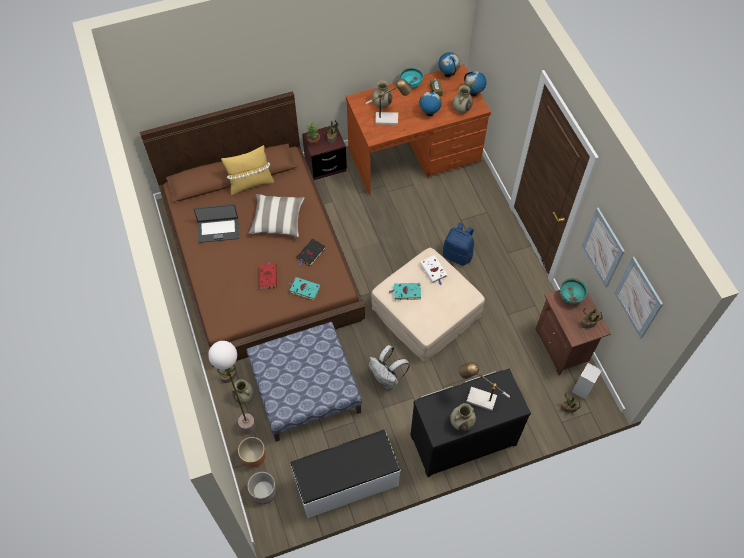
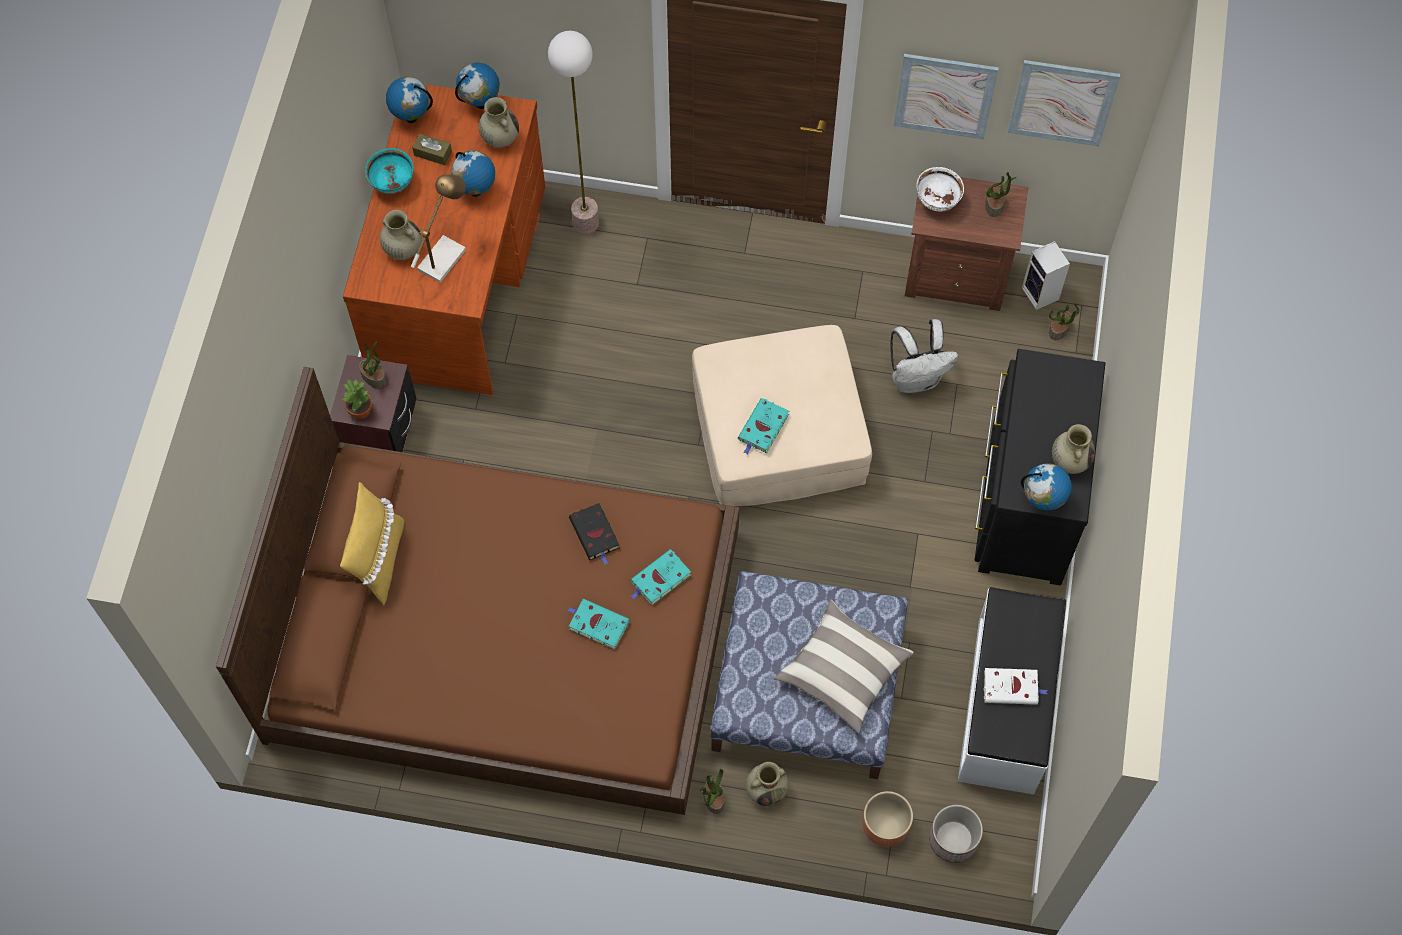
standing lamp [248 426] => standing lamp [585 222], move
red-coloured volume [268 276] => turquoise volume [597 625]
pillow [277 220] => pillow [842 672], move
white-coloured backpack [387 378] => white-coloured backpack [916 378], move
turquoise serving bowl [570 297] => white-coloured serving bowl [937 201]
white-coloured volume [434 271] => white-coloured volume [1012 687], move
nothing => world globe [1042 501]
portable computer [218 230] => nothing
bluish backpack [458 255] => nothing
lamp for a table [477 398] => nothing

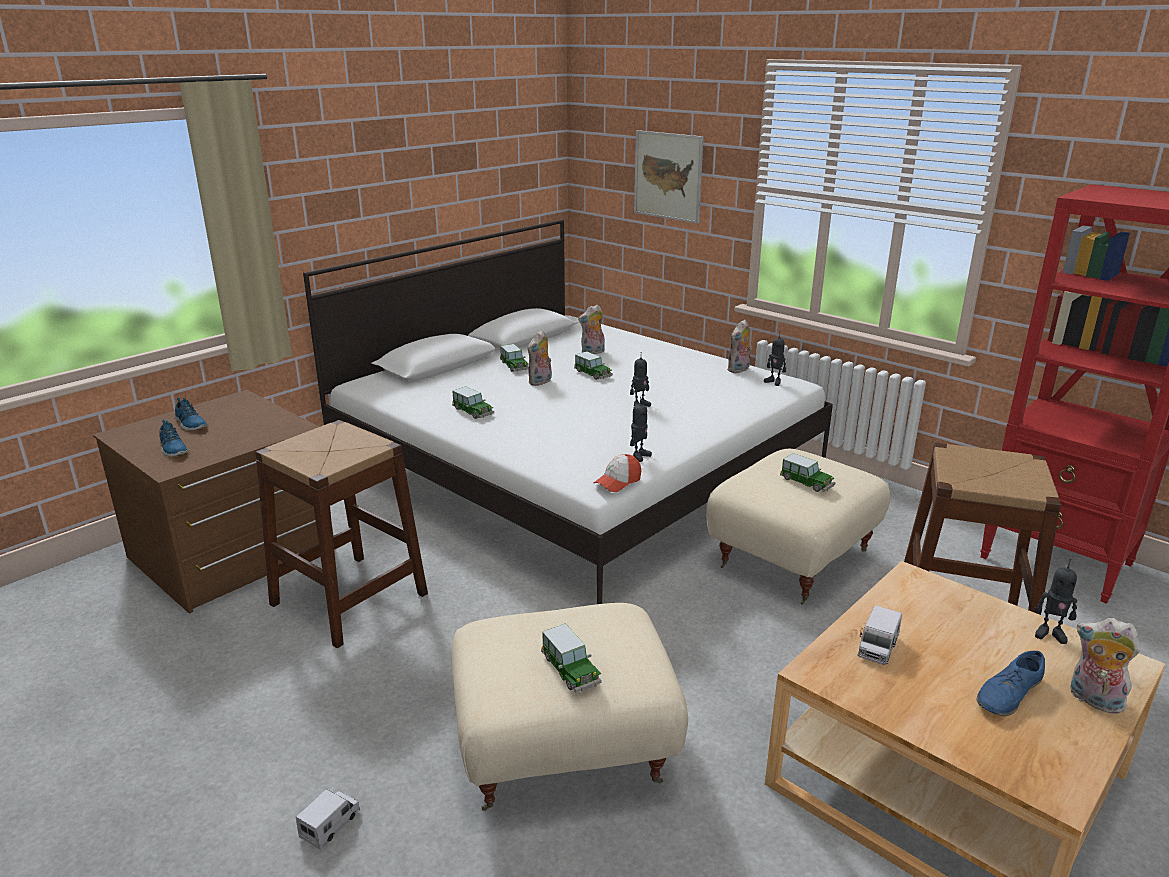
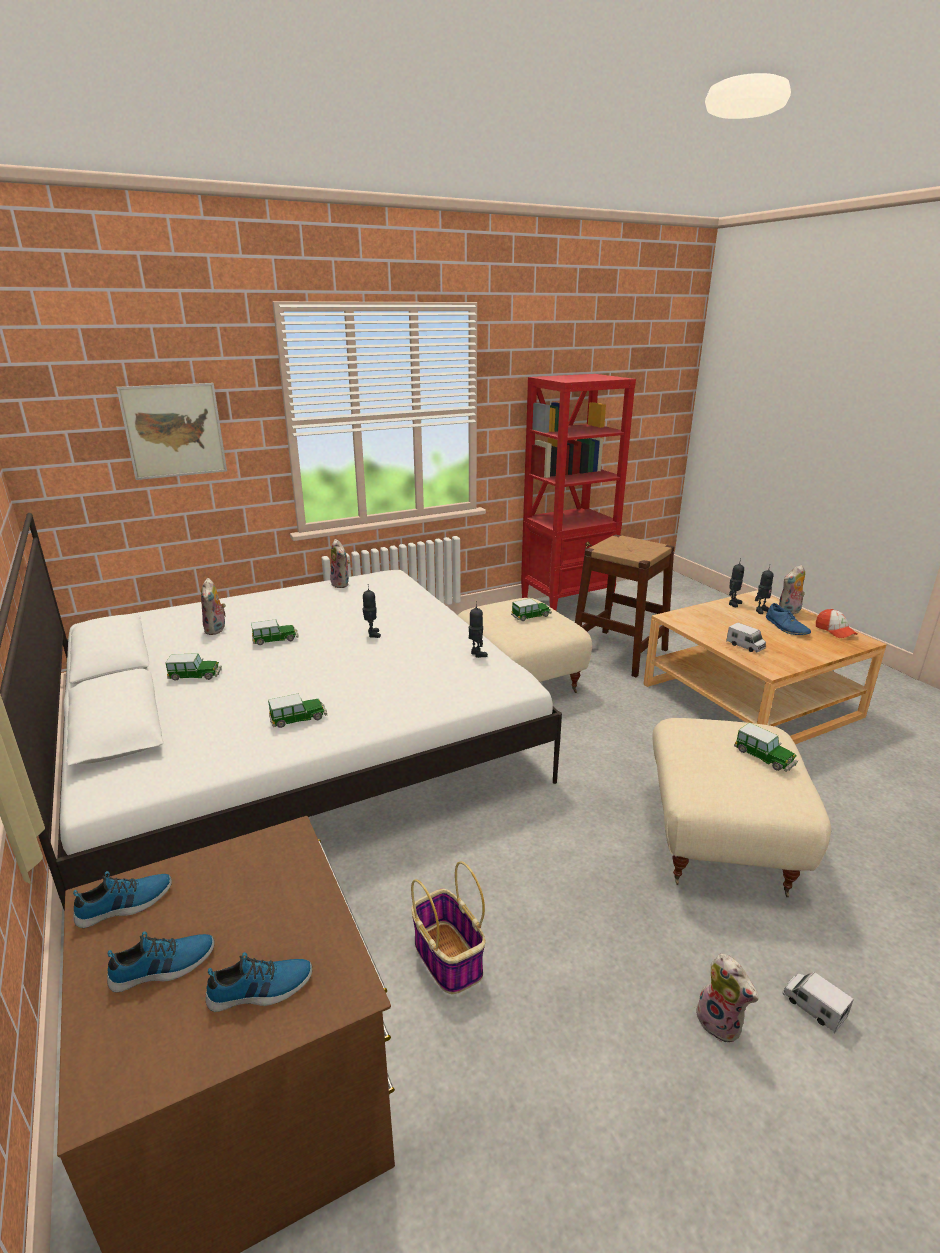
nothing => low shoe [125 905]
brownish stool [349 598] => storage basket [447 957]
plush toy [540 382] => plush toy [721 1023], move
model car [570 670] => model car [764 757], 60 degrees clockwise
model robot [774 382] => model robot [761 610], move
baseball cap [617 482] => baseball cap [834 631], move

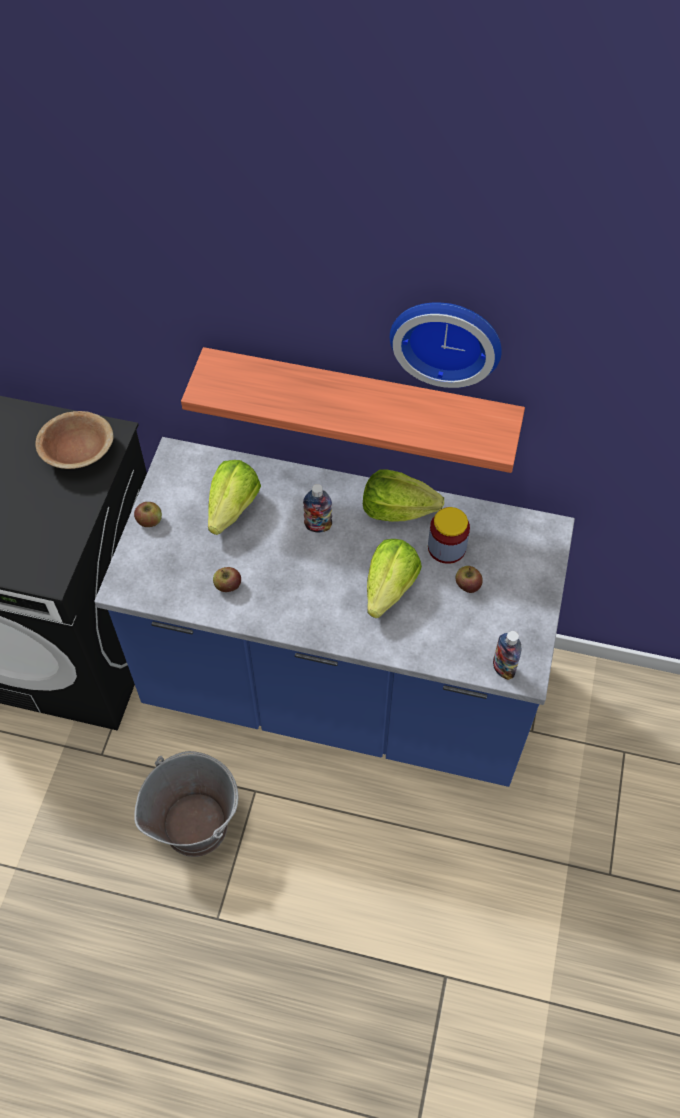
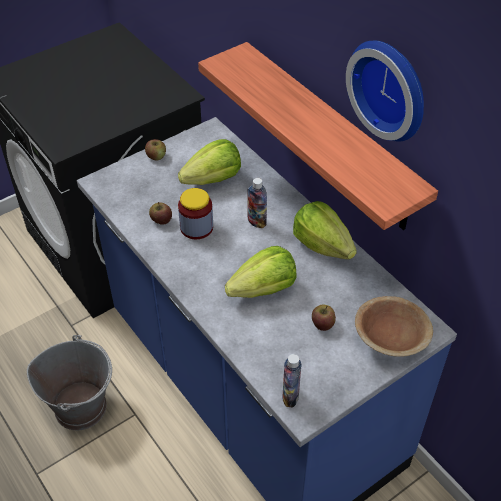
preserve jar [446 547] => preserve jar [196 227], move
brownish serving bowl [78 452] => brownish serving bowl [390 338], move

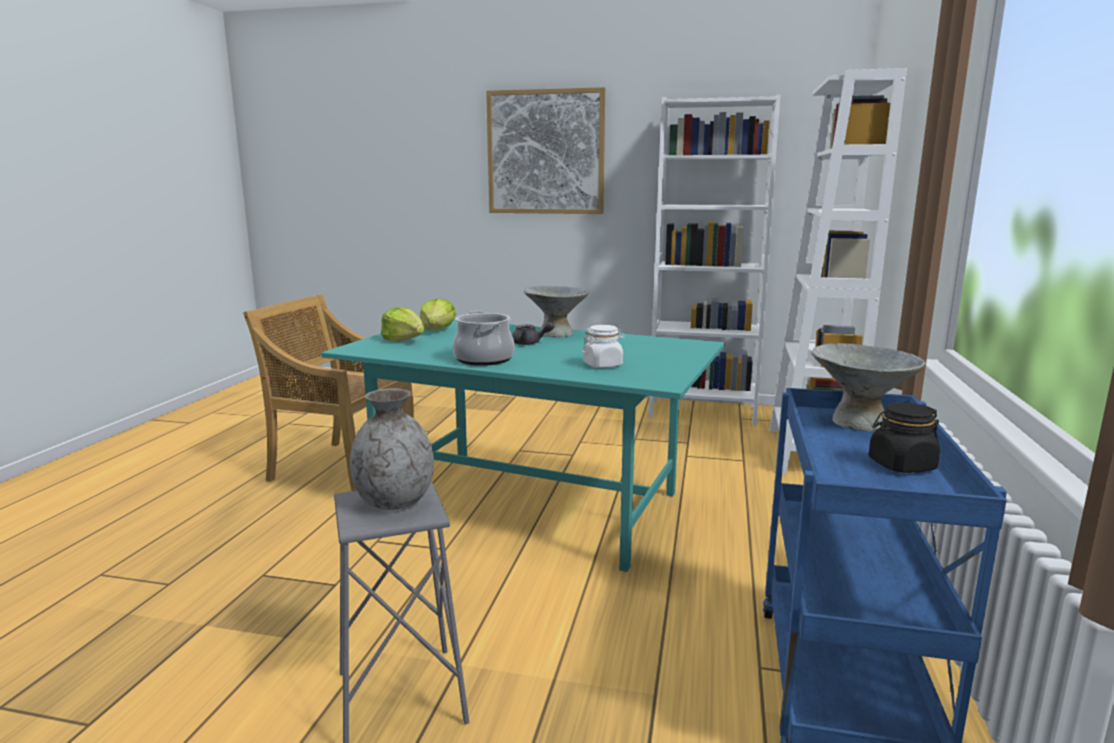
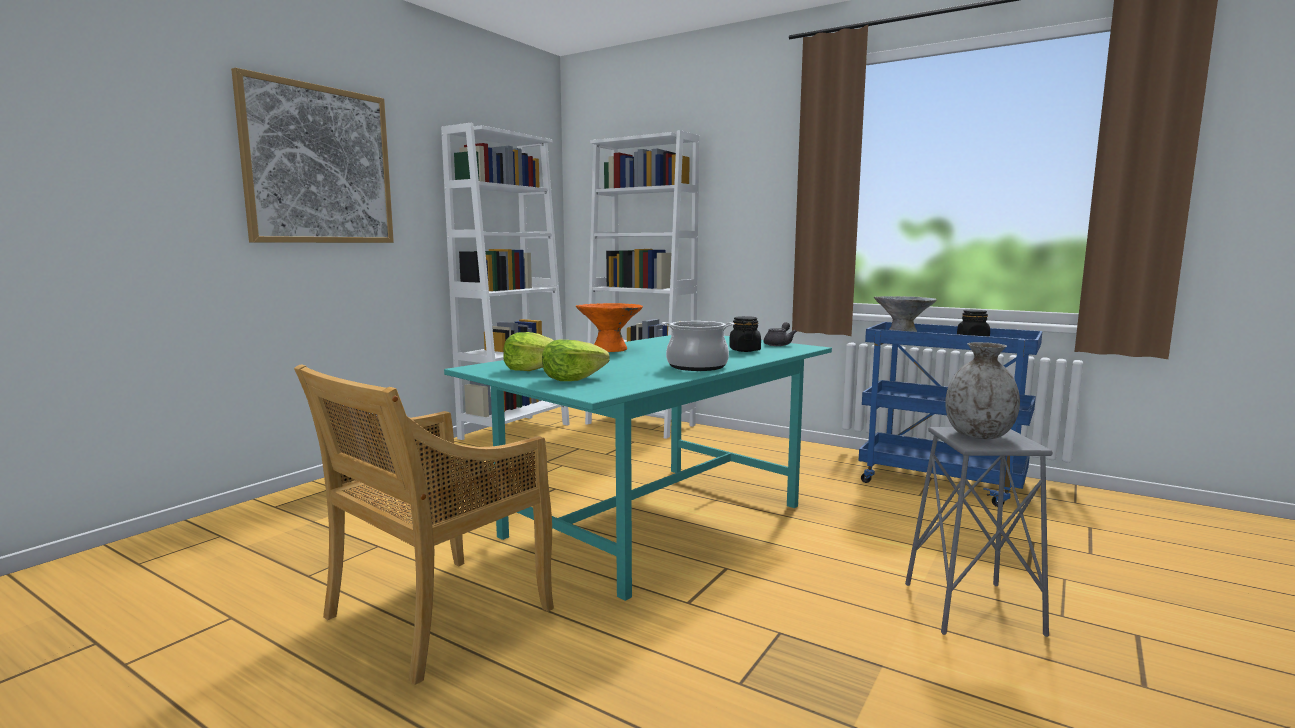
grey serving bowl [556 333] => orange serving bowl [609 349]
white-coloured preserve jar [603 365] => black-coloured preserve jar [744 350]
grey pot for tea [530 343] => grey pot for tea [779 344], move

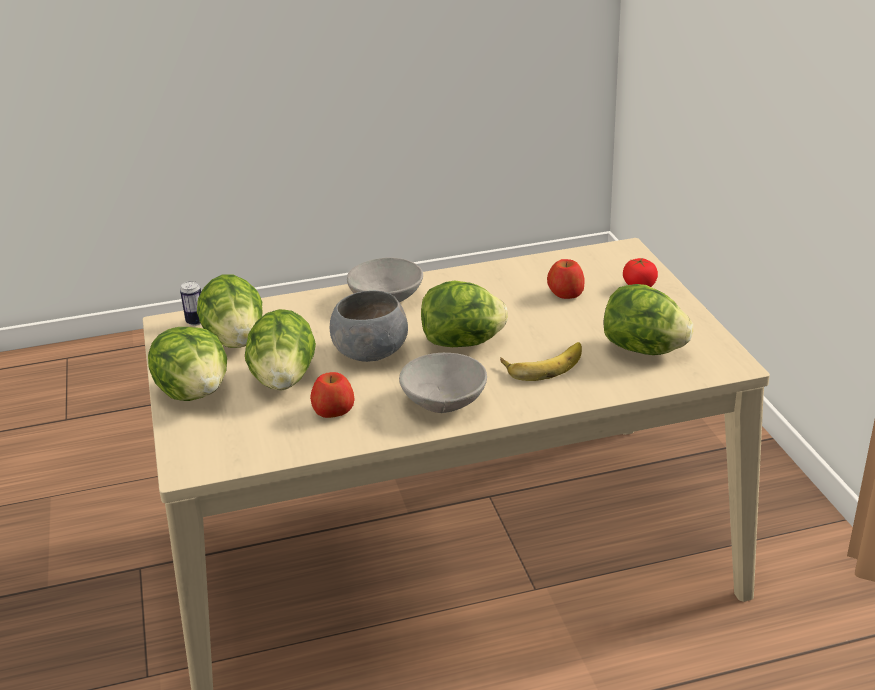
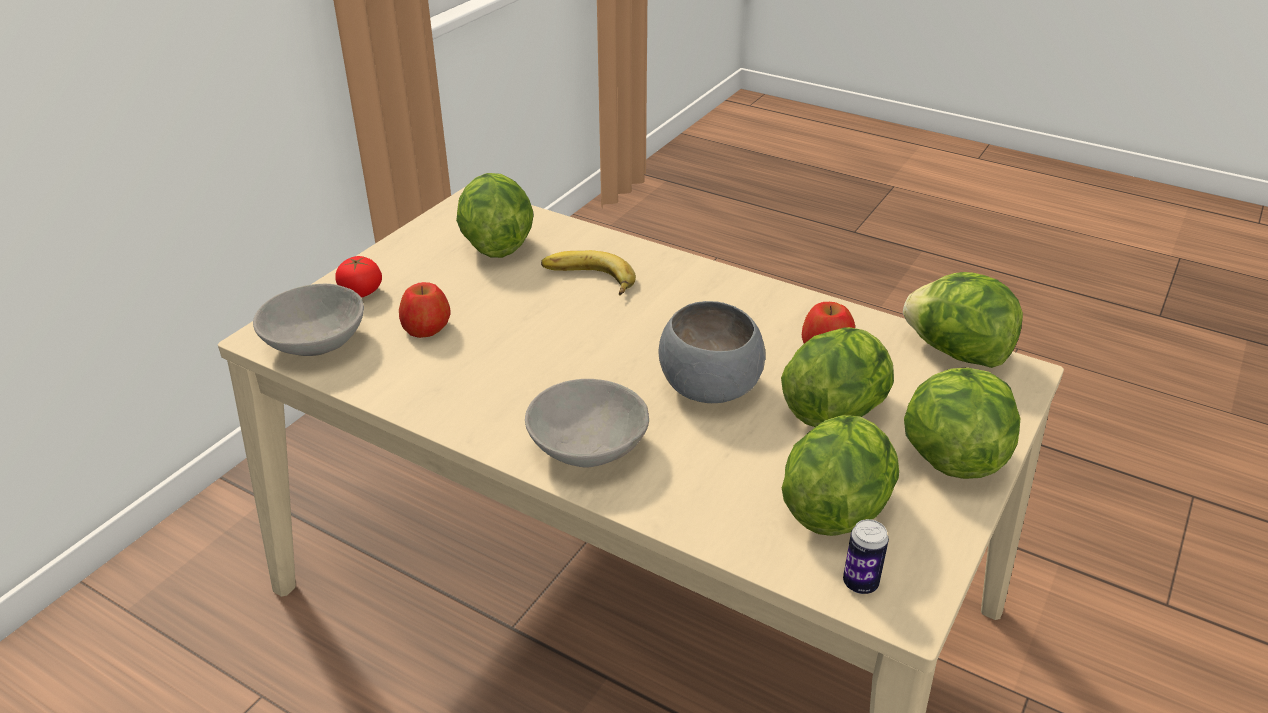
grey serving bowl [443 402] => grey serving bowl [316 343], move
lettuce [463 343] => lettuce [956 353], move

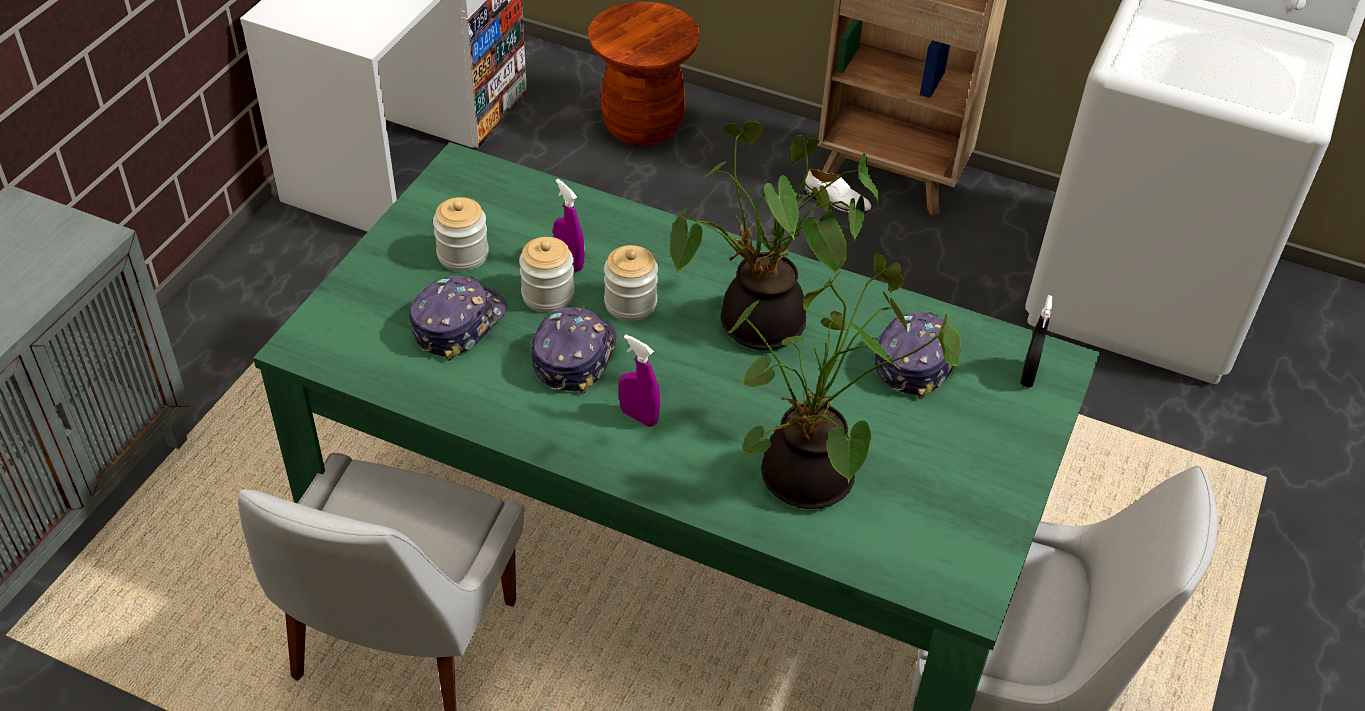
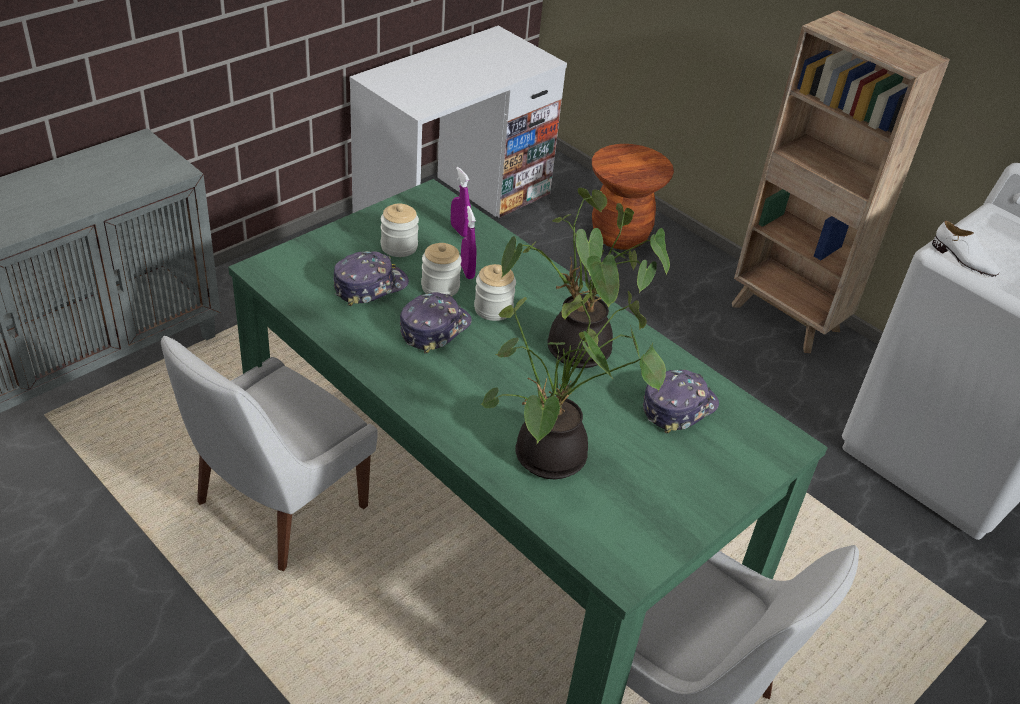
purplish sprayer [638 417] => purplish sprayer [459 230], move
white-coloured low shoe [836 202] => white-coloured low shoe [963 260], move
black-coloured sprayer [1028 375] => nothing

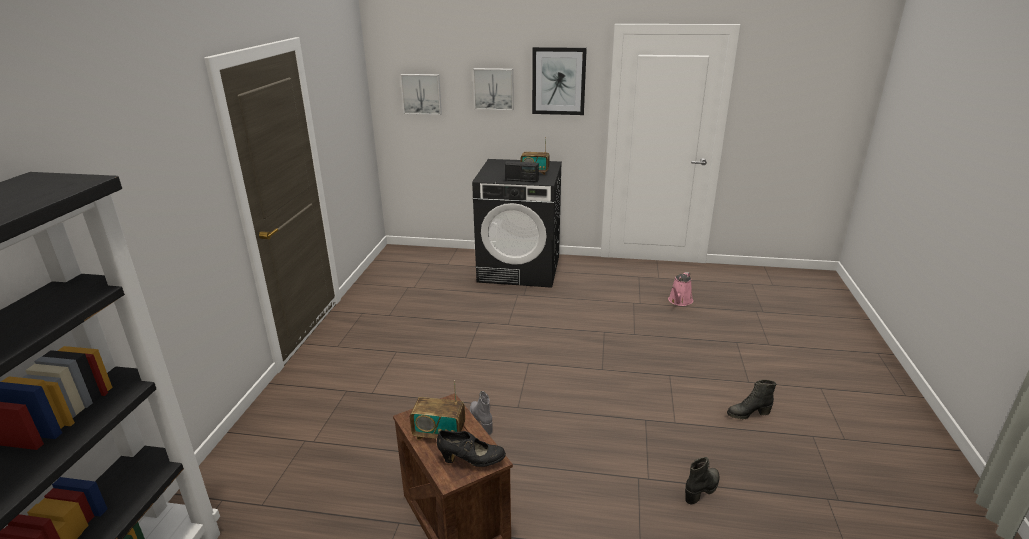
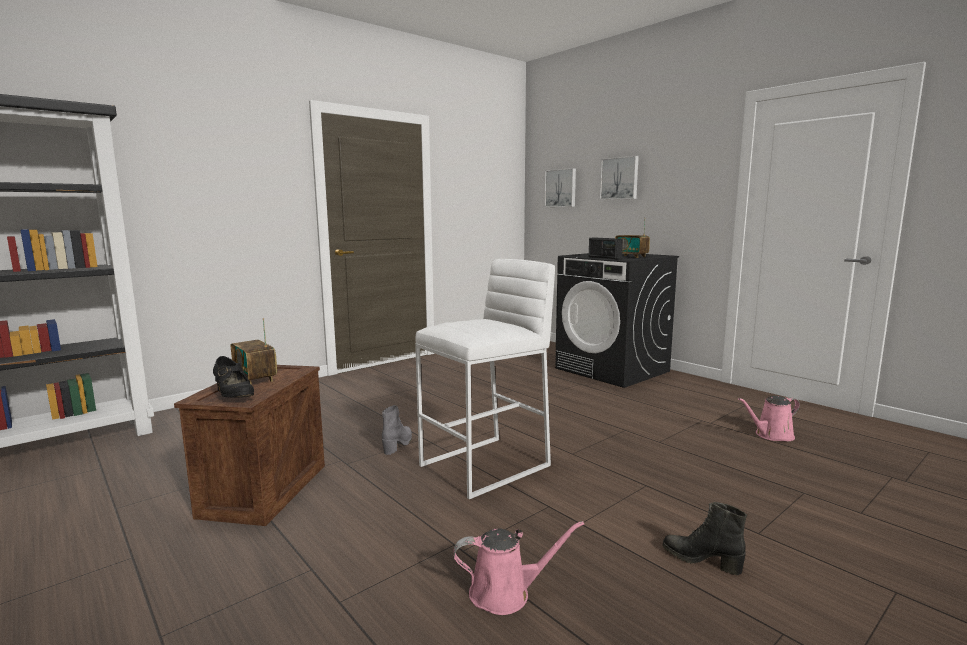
nothing => white-coloured stool [486 466]
black-coloured boot [702 490] => pink-coloured sprinkling can [506 593]
wall art [558 81] => nothing

